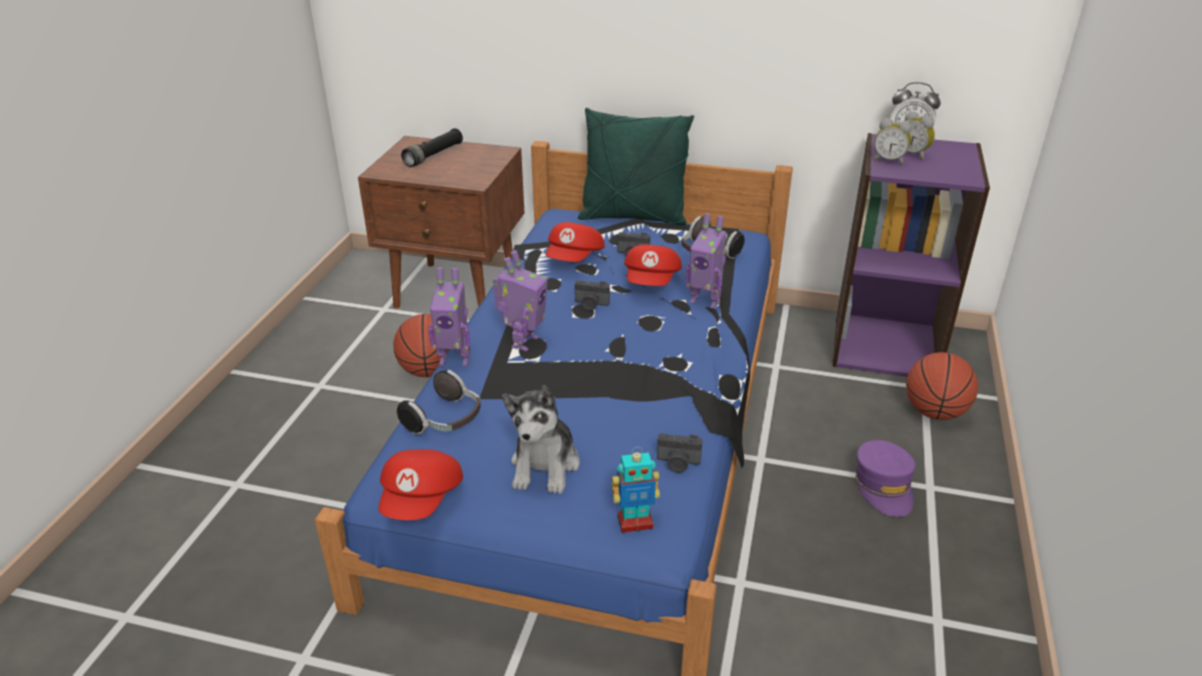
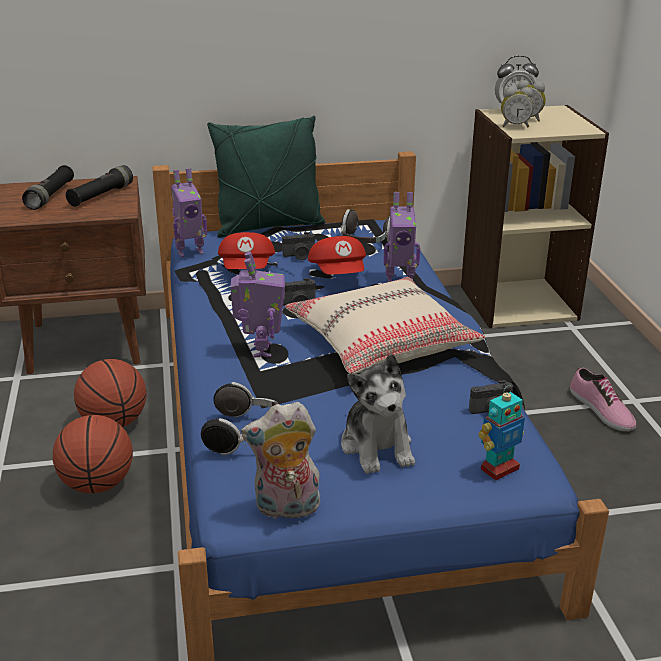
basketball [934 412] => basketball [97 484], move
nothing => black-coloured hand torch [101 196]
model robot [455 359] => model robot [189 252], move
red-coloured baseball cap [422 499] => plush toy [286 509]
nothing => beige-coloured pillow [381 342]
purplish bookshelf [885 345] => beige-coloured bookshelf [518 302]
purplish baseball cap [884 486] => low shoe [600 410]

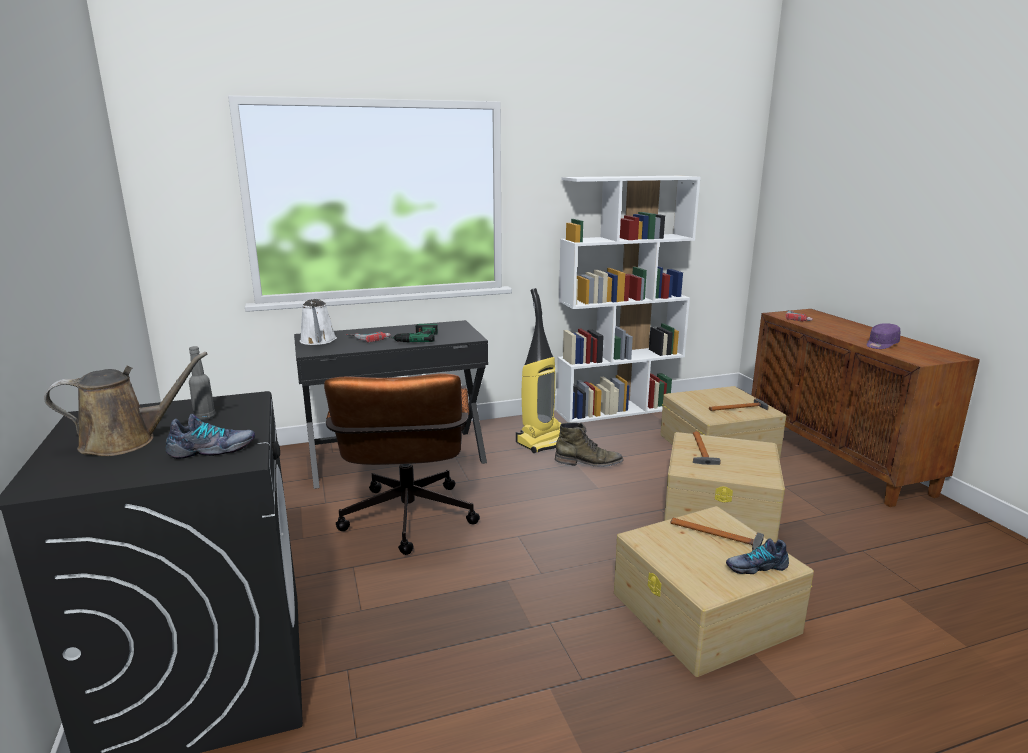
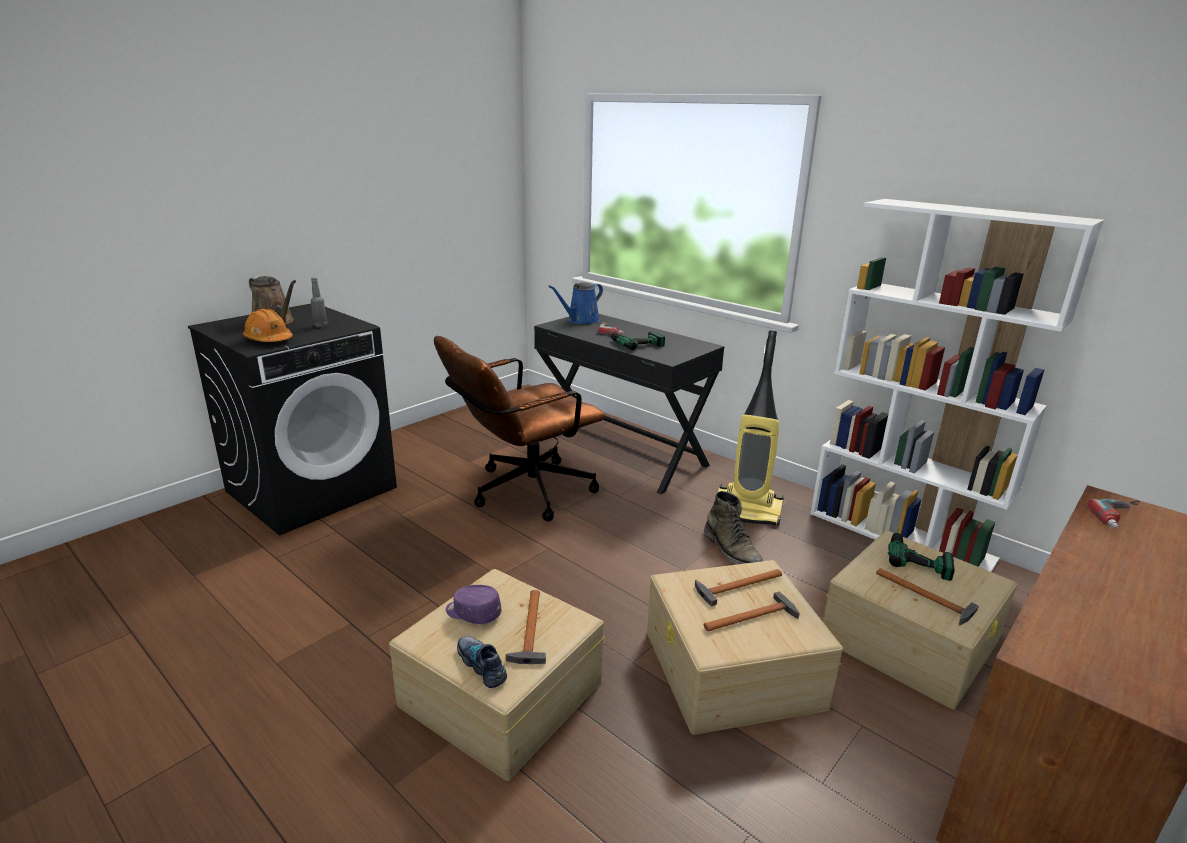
low shoe [212 450] => orange hard hat [269 339]
purplish baseball cap [881 344] => purplish baseball cap [473 613], move
white-coloured sprinkling can [318 341] => bluish sprinkling can [581 320]
nothing => hammer [753 617]
nothing => power drill [918 555]

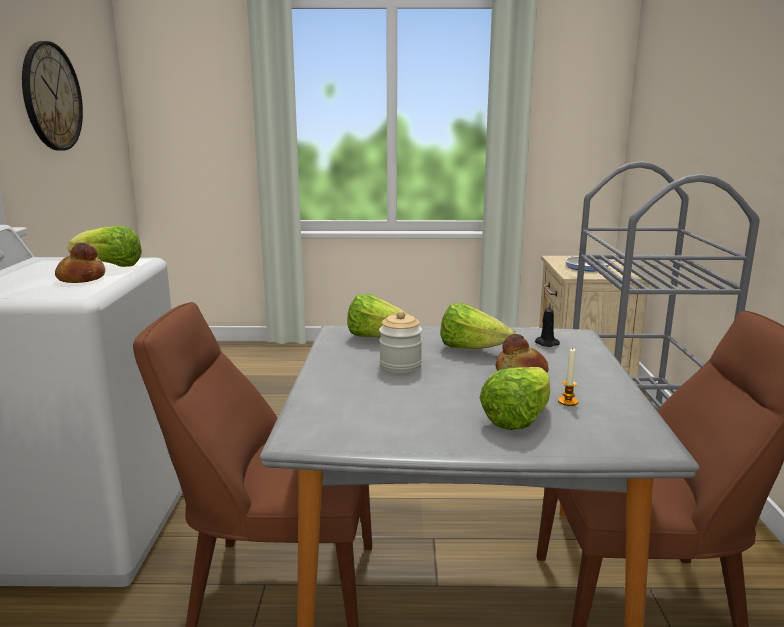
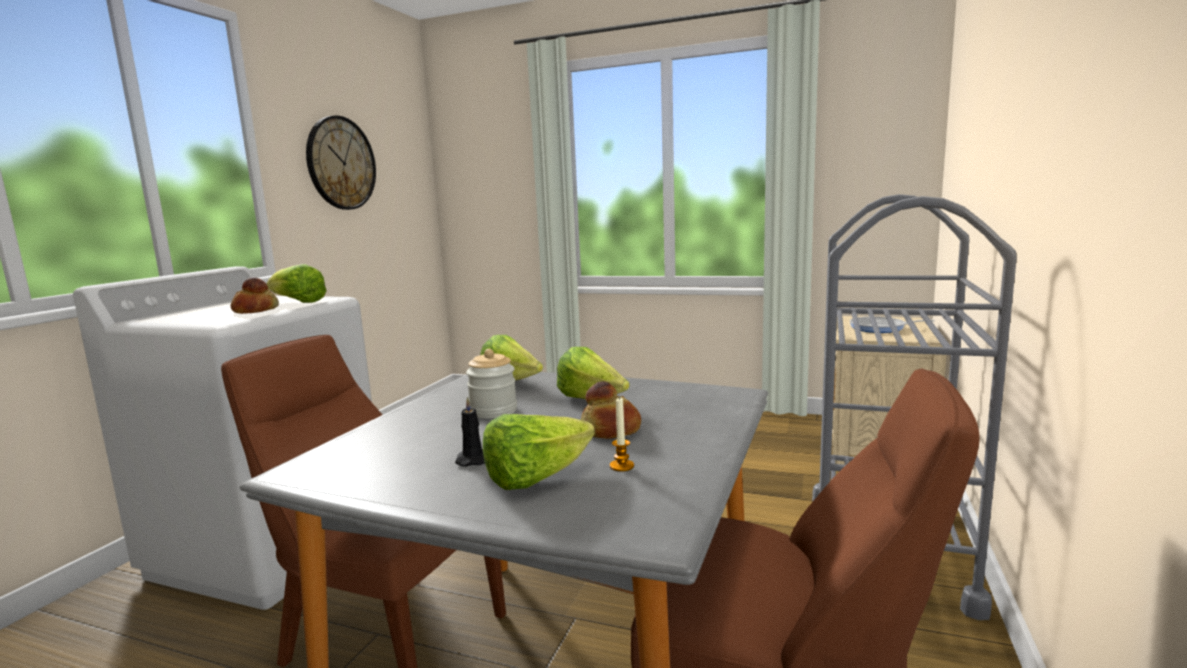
black-coloured wax candle [545 343] => black-coloured wax candle [473 460], move

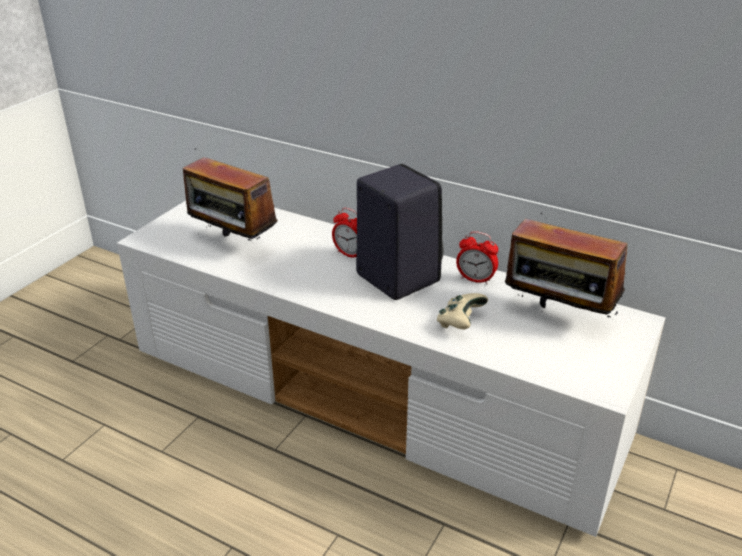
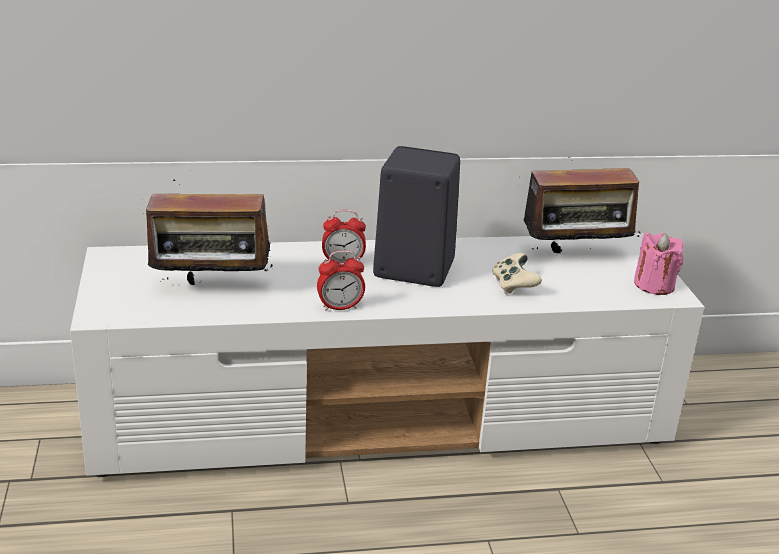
bedside clock [475 279] => bedside clock [340 307], move
nothing => pink-coloured wax candle [654 285]

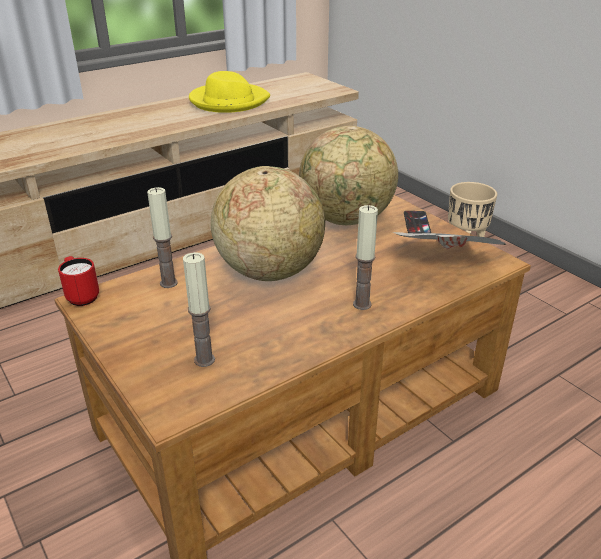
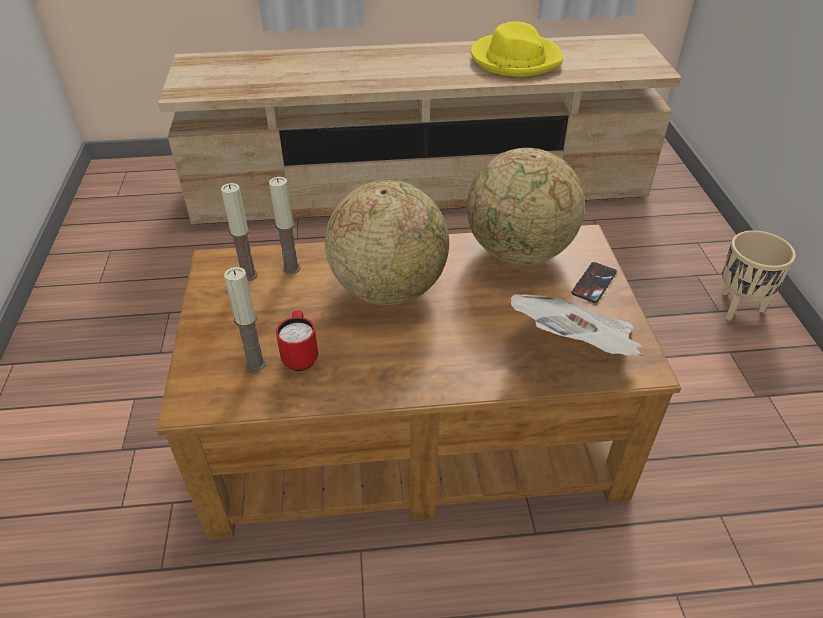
wax candle [362 304] => wax candle [248 275], move
red-coloured mug [81 296] => red-coloured mug [300 355], move

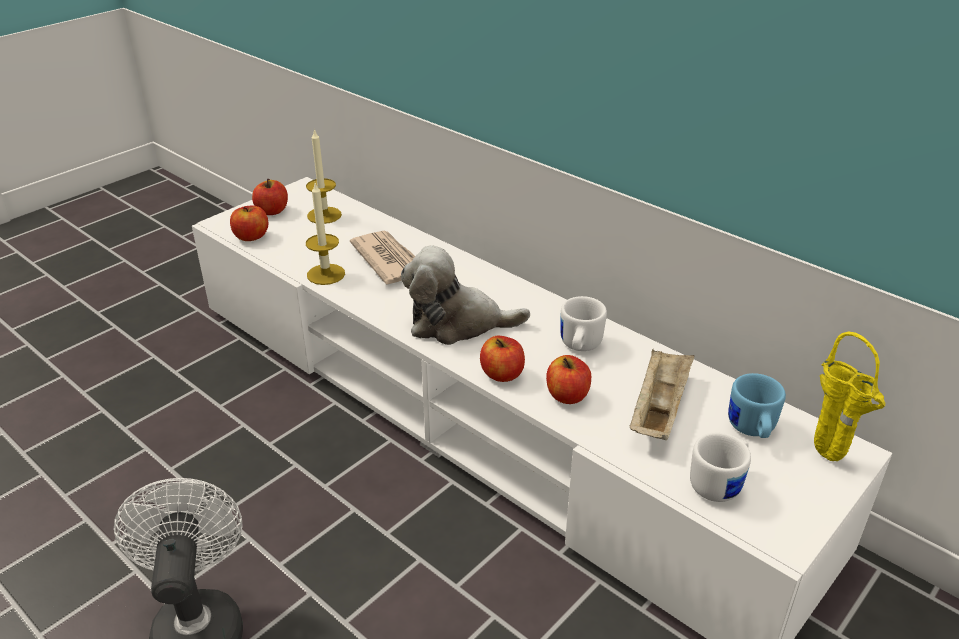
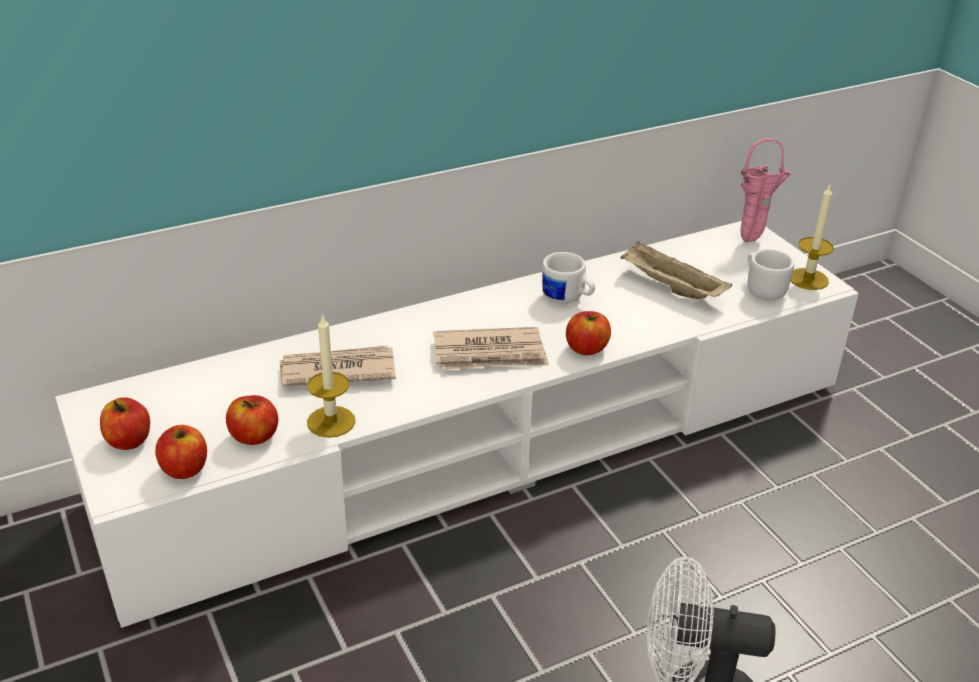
whole apple [567 395] => whole apple [254 436], move
plush toy [457 323] => printed paper [490 354]
yellowish flower vase [830 459] => pink-coloured flower vase [752 240]
wax candle [324 215] => wax candle [808 279], move
bluish mug [751 430] => nothing

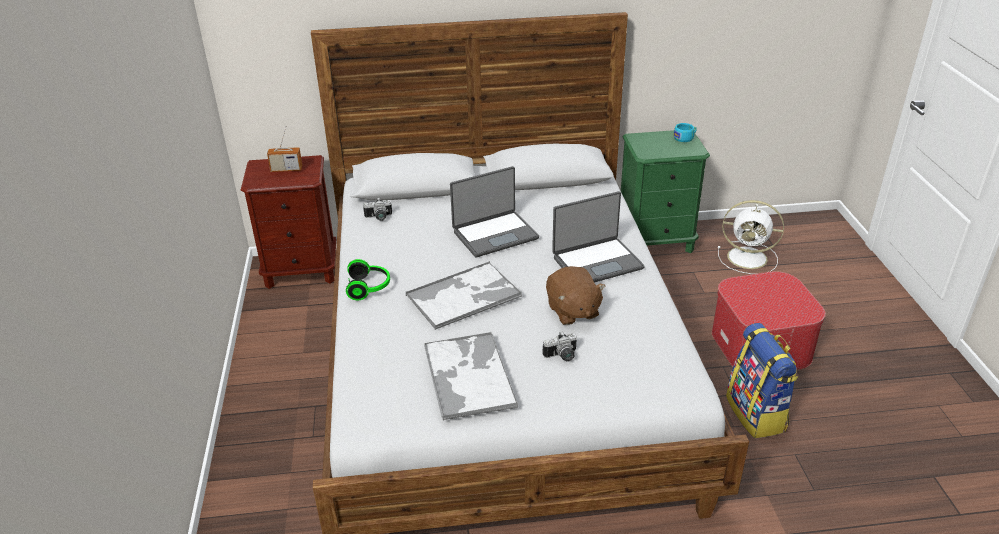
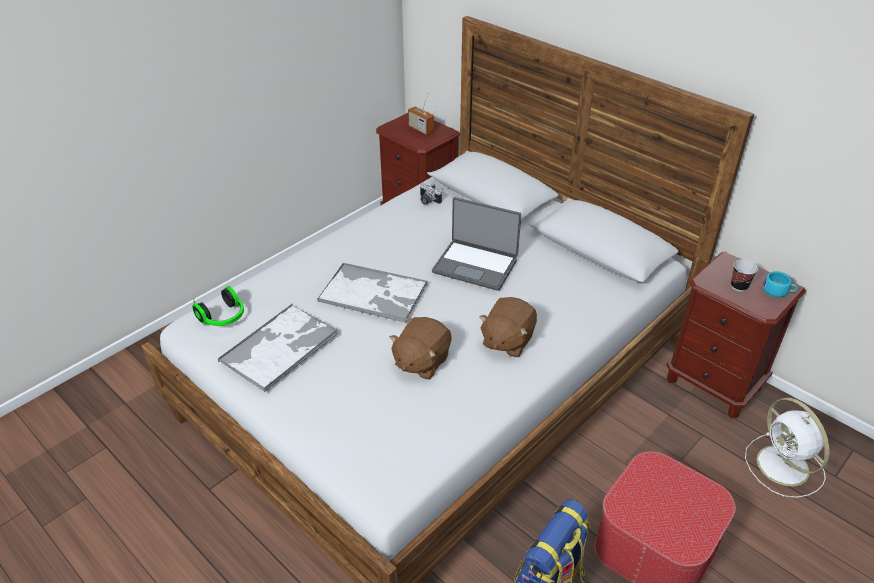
pair of headphones [369 287] => pair of headphones [224 318], move
portable computer [597 262] => brownish plush toy [507 341]
green nightstand [656 241] => brownish nightstand [713 384]
nothing => small cup [739 286]
still camera [562 356] => nothing

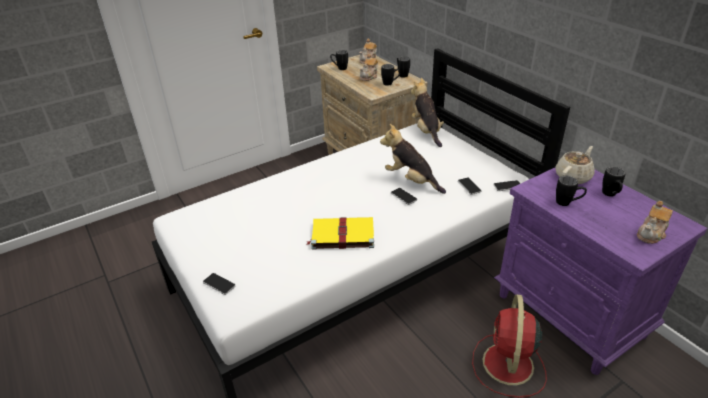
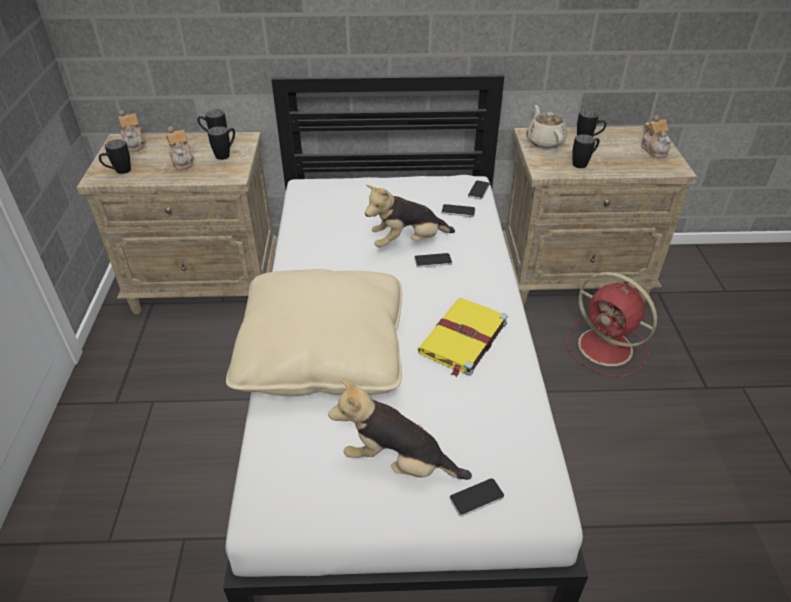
nothing => beige-coloured pillow [322 353]
plush toy [426 131] => plush toy [398 463], move
purplish nightstand [571 315] => beige-coloured nightstand [573 277]

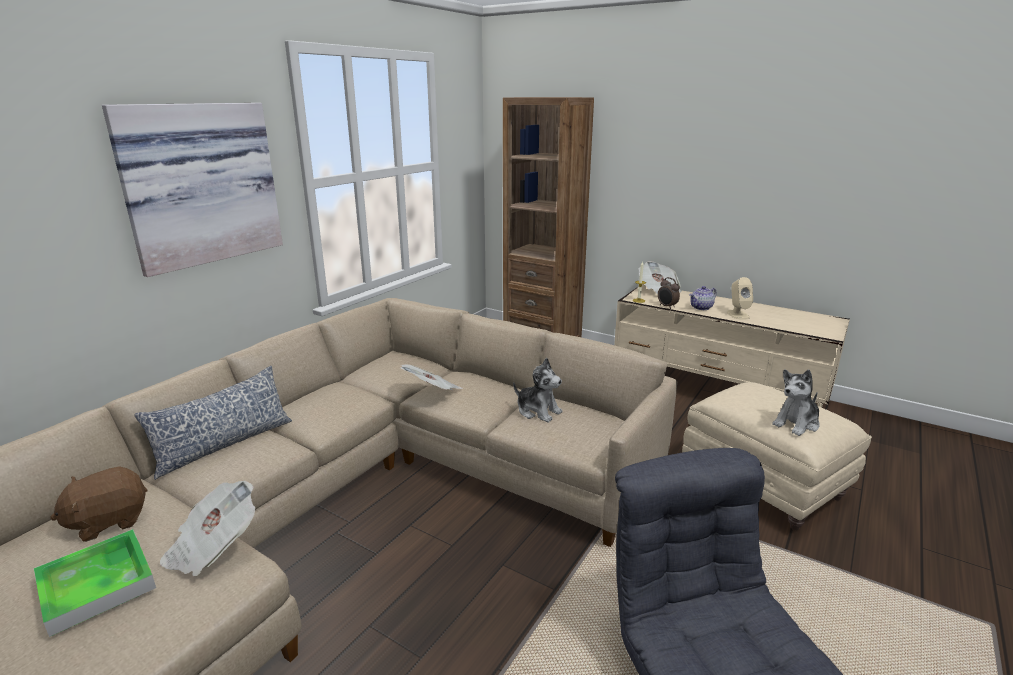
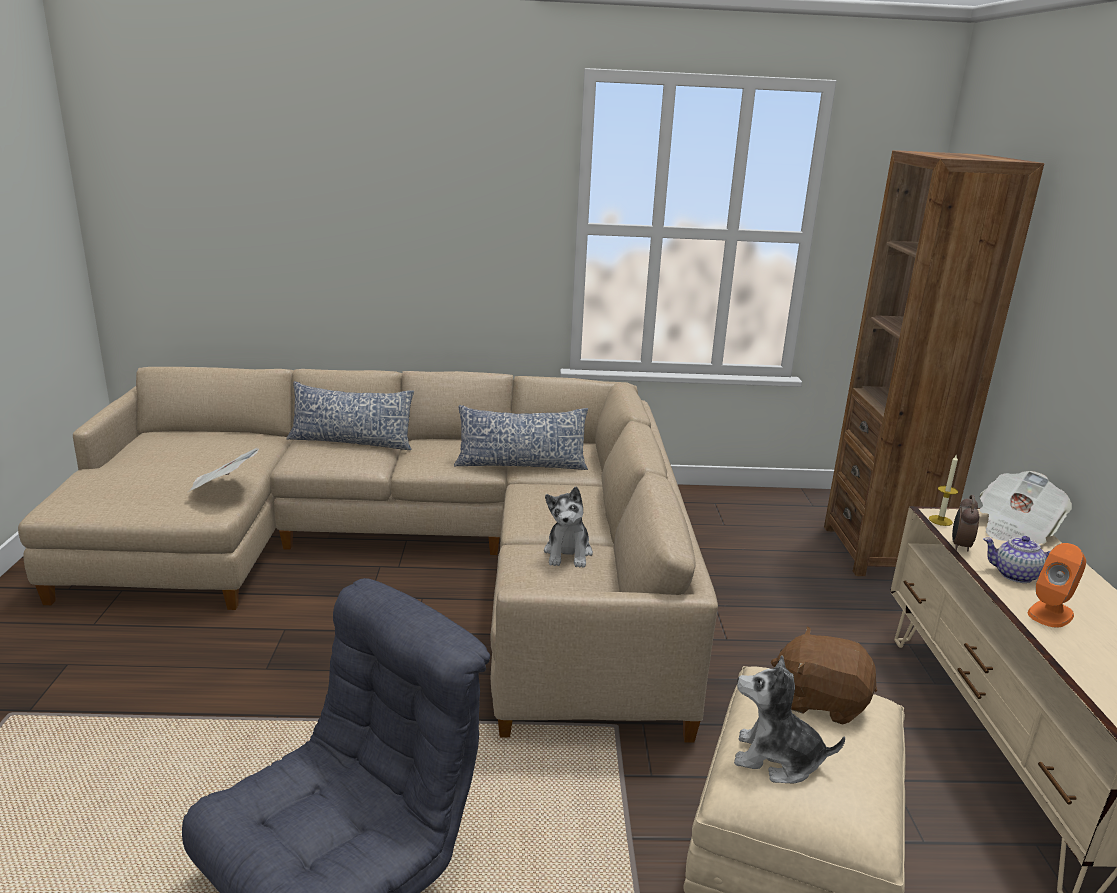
nothing => pillow [521 464]
brownish plush toy [109 521] => brownish plush toy [821 700], move
beige-coloured loudspeaker [737 314] => orange loudspeaker [1050 613]
serving tray [97 584] => nothing
wall art [200 184] => nothing
printed paper [432 392] => nothing

